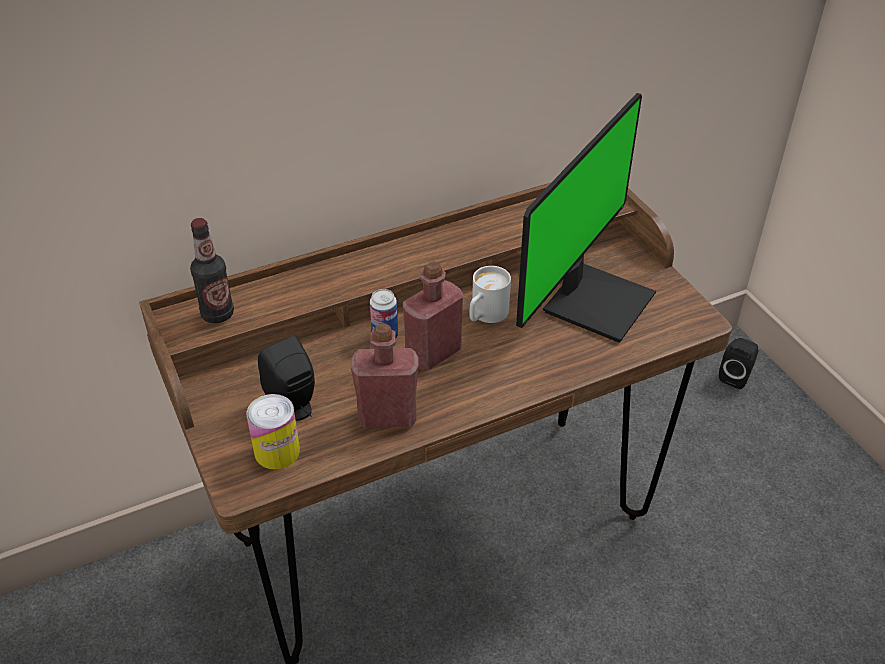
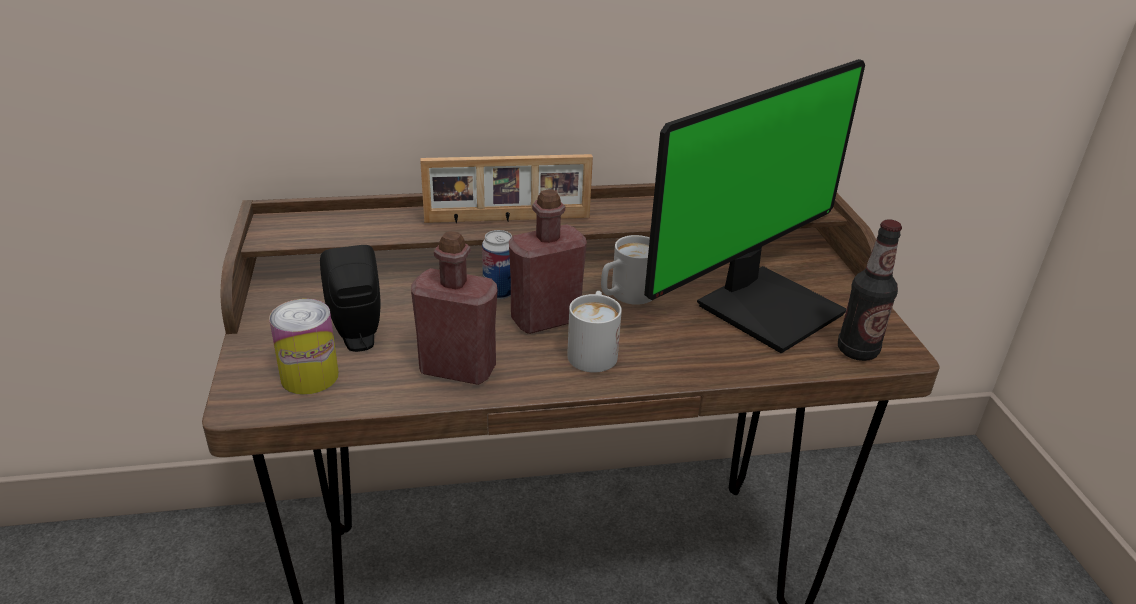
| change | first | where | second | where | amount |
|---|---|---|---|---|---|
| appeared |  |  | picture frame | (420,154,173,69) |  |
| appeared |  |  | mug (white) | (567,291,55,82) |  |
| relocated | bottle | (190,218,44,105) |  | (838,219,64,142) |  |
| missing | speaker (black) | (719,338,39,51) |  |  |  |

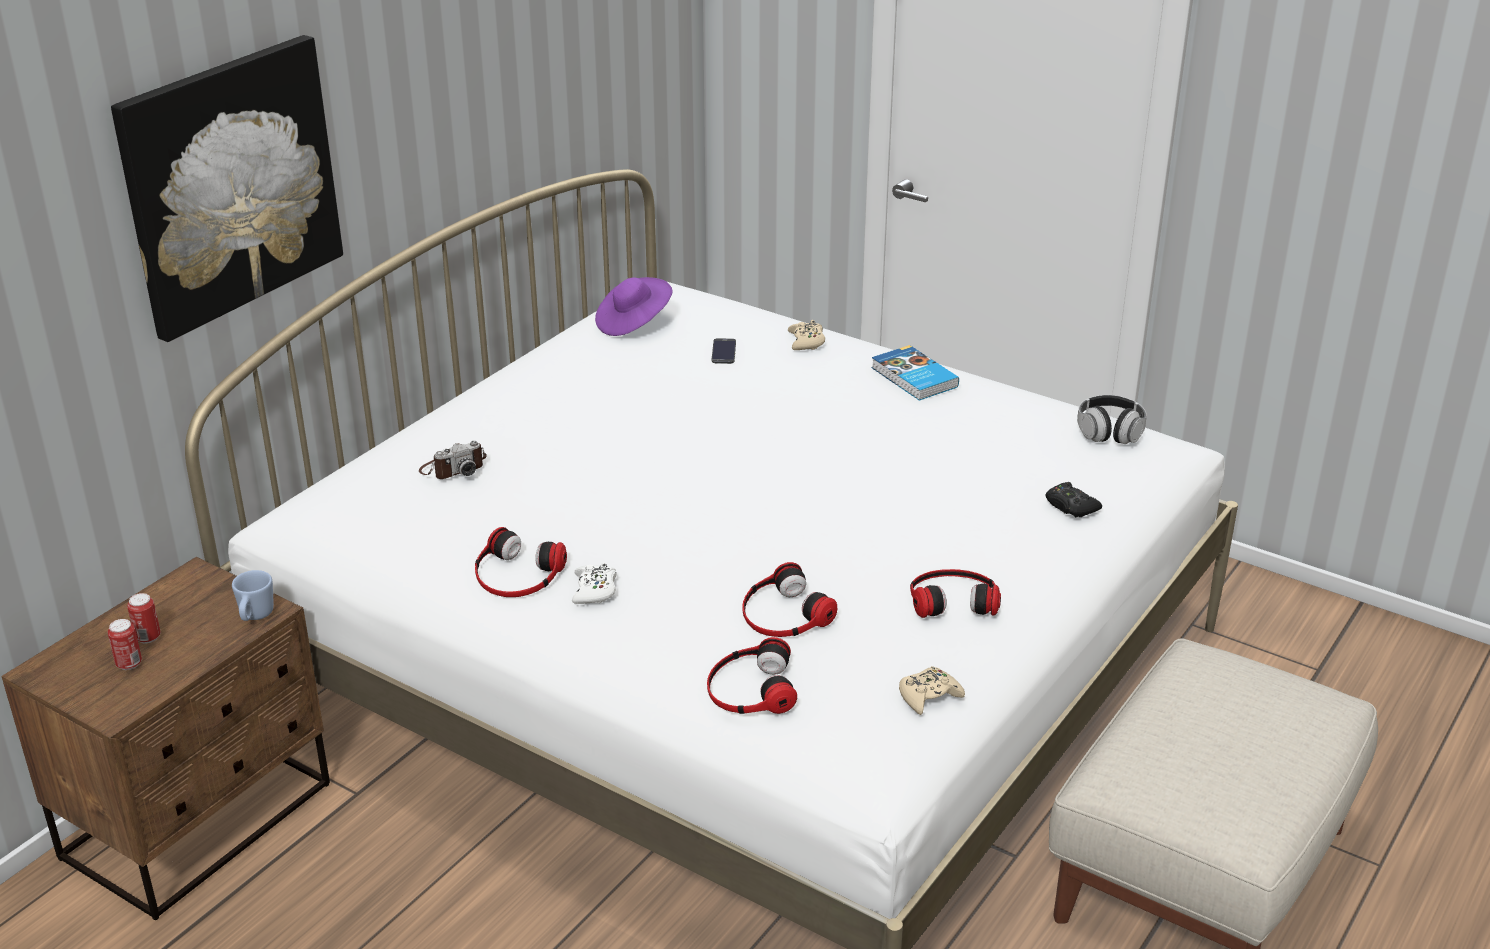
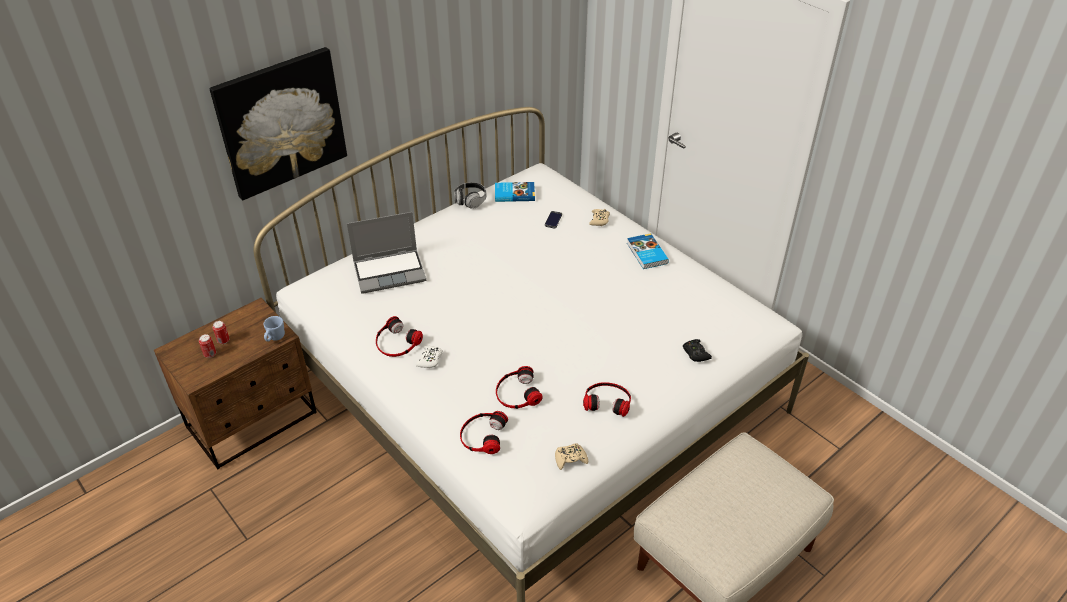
| change | first | where | second | where | amount |
|---|---|---|---|---|---|
| exchanged | photo camera | (419,440,68,39) | laptop | (347,212,79,81) |  |
| relocated | headphones | (1077,395,70,49) |  | (454,182,33,26) |  |
| exchanged | hat (purple) | (595,277,77,59) | book | (495,182,40,20) |  |

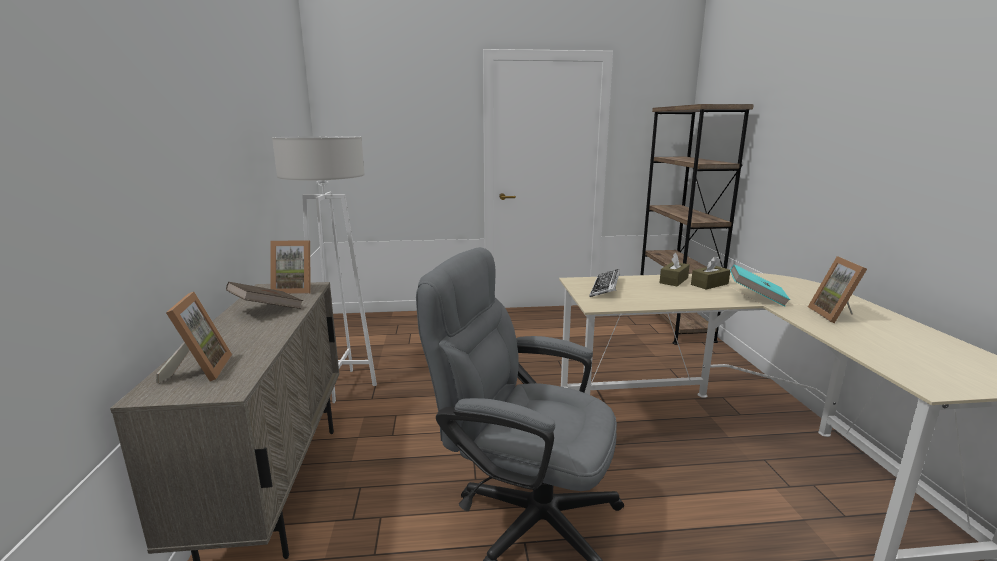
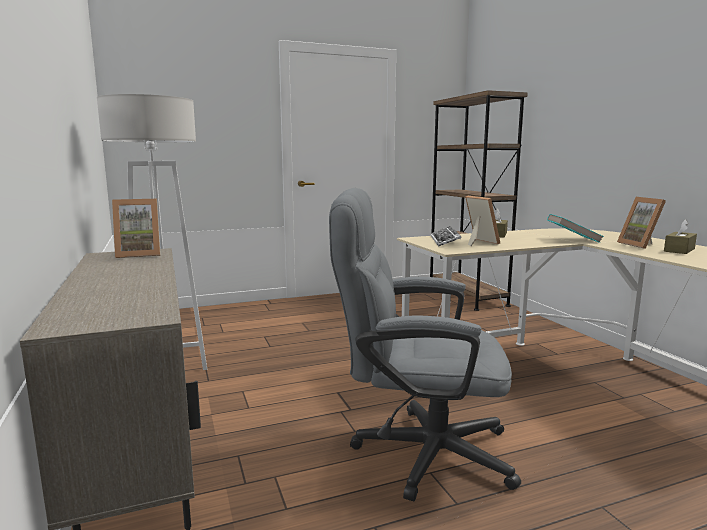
| change | first | where | second | where | amount |
|---|---|---|---|---|---|
| relocated | picture frame | (156,292,76,91) |  | (465,196,35,50) |  |
| relocated | tissue box (brown) | (691,256,39,34) |  | (664,219,33,35) |  |
| missing | book (brown) | (226,282,77,27) |  |  |  |

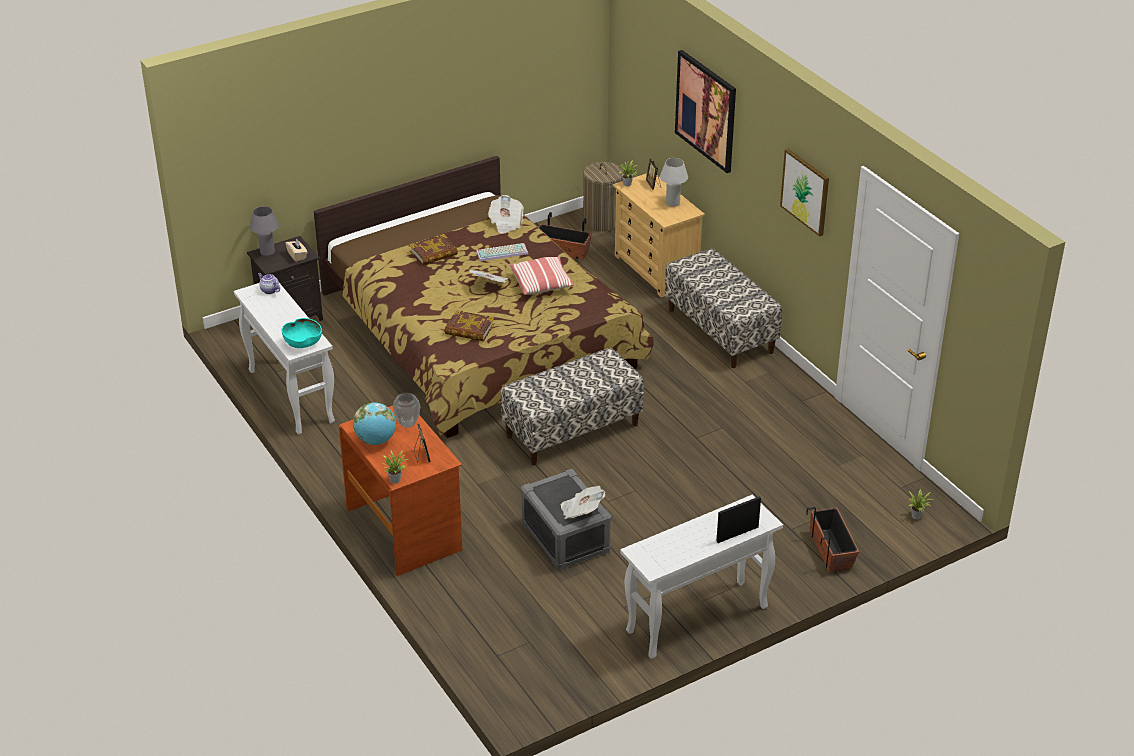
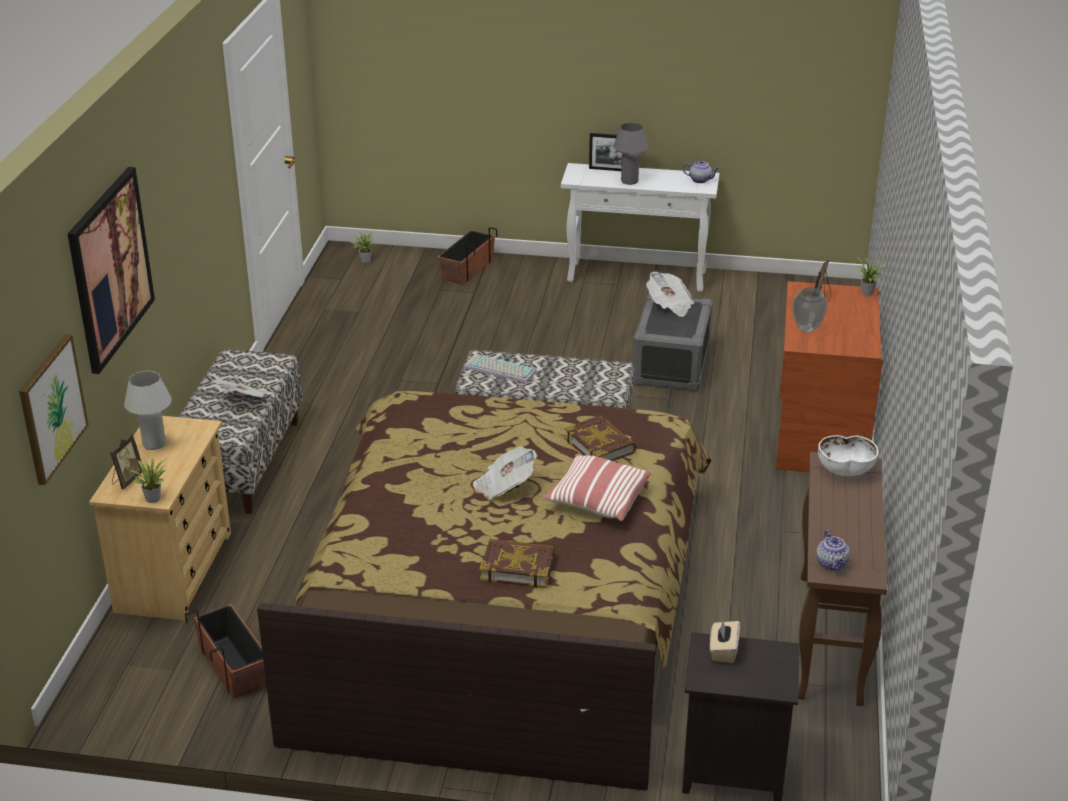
| change | first | where | second | where | amount |
|---|---|---|---|---|---|
| relocated | picture | (780,149,49,88) |  | (19,334,70,151) |  |
| relocated | newspaper | (488,195,36,39) |  | (212,379,59,19) |  |
| relocated | keyboard | (476,243,52,18) |  | (464,354,73,29) |  |
| relocated | pillow | (510,257,64,38) |  | (543,454,108,67) |  |
| relocated | table lamp (grey) | (250,206,29,50) |  | (613,123,36,62) |  |
| appeared |  |  | teapot | (683,160,36,23) |  |
| colour | console table (white) | (234,283,101,152) | console table (brown) | (798,452,89,254) |  |
| colour | bowl (turquoise) | (282,318,40,30) | bowl (white) | (818,435,60,41) |  |
| missing | globe | (353,402,43,43) |  |  |  |
| missing | laundry basket | (583,162,40,69) |  |  |  |

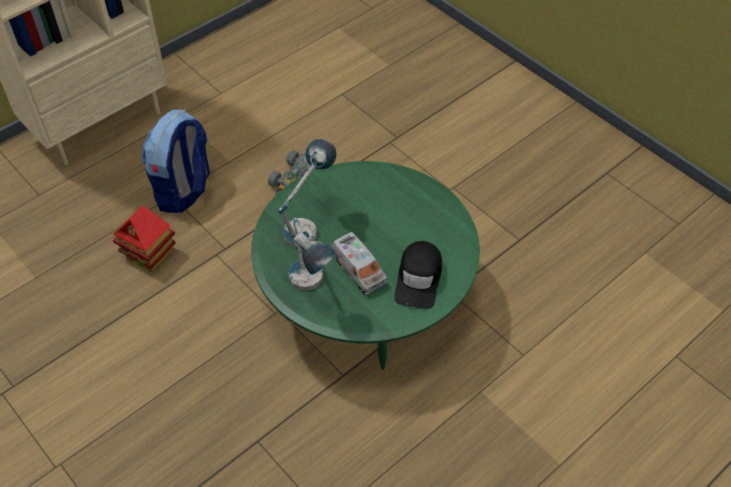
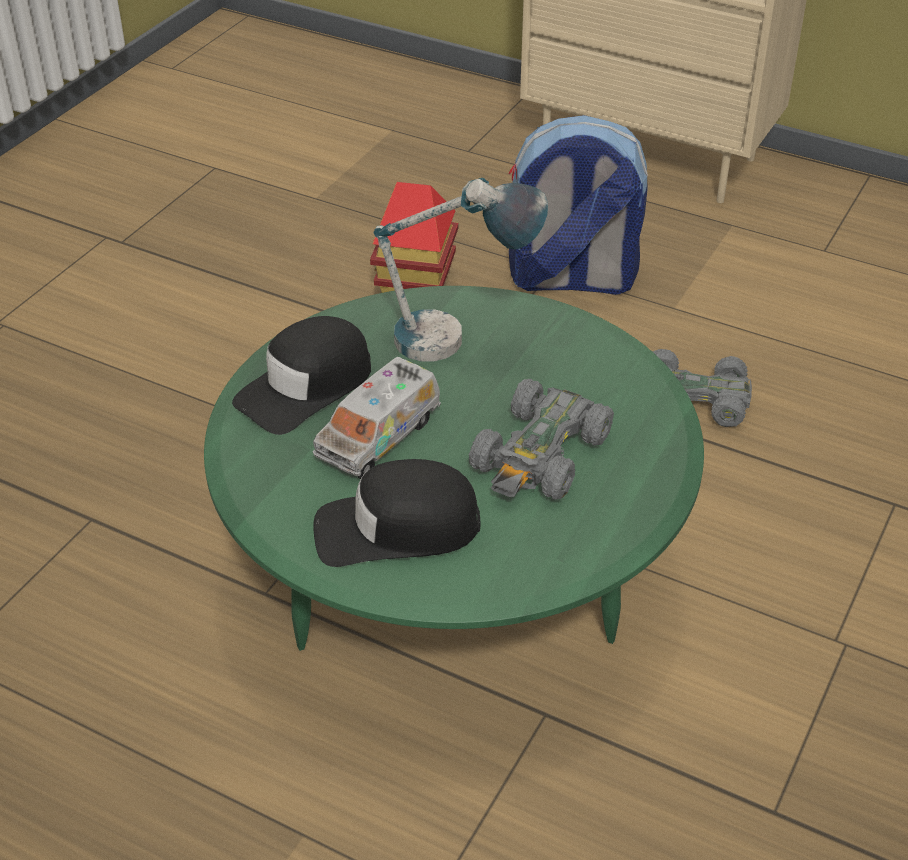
| change | first | where | second | where | amount |
|---|---|---|---|---|---|
| exchanged | table lamp | (288,218,47,73) | cap (black) | (232,316,139,119) |  |
| appeared |  |  | toy car (grey) | (469,379,145,121) |  |

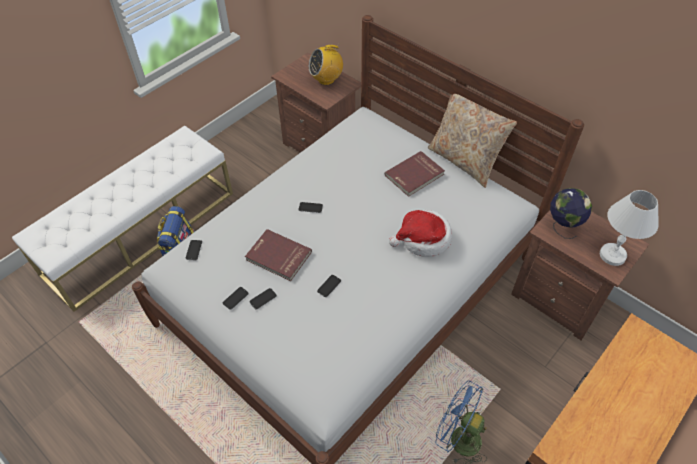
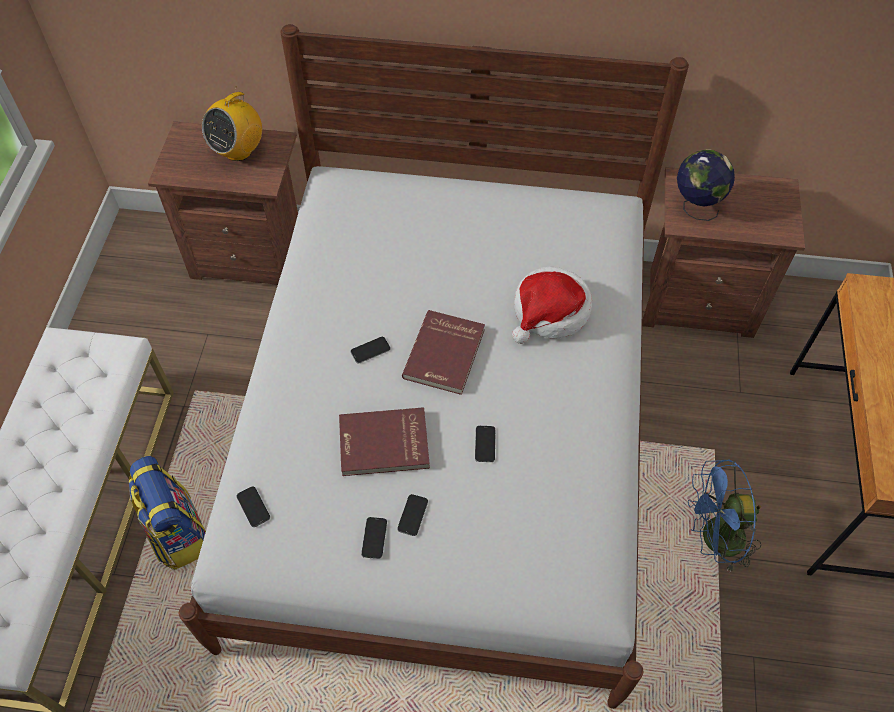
| change | first | where | second | where | amount |
|---|---|---|---|---|---|
| relocated | book (red) | (385,151,60,46) |  | (402,310,83,85) |  |
| missing | pillow (beige) | (428,94,89,94) |  |  |  |
| missing | table lamp (white) | (600,190,59,76) |  |  |  |

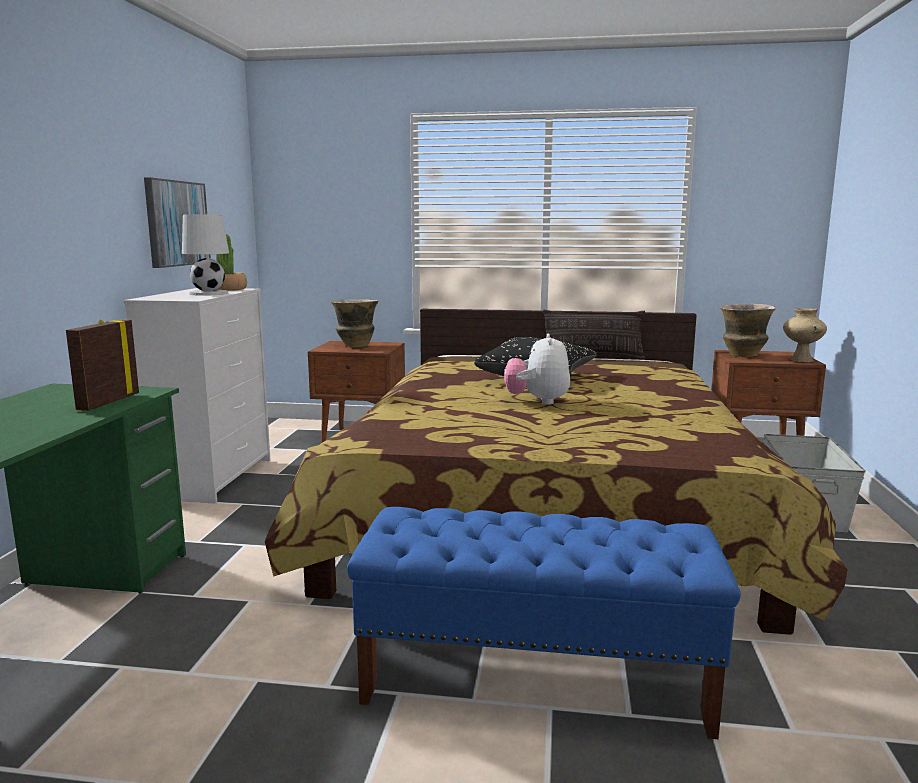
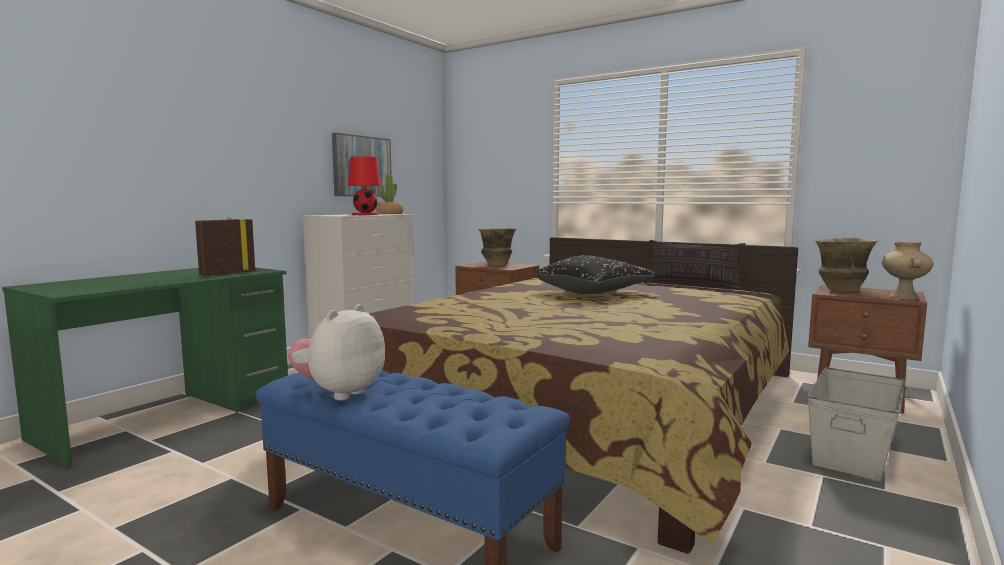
| change | first | where | second | where | amount |
|---|---|---|---|---|---|
| relocated | plush toy | (504,334,66,71) |  | (288,304,97,96) |  |
| colour | table lamp (white) | (182,214,47,82) | table lamp (red) | (348,156,33,59) |  |

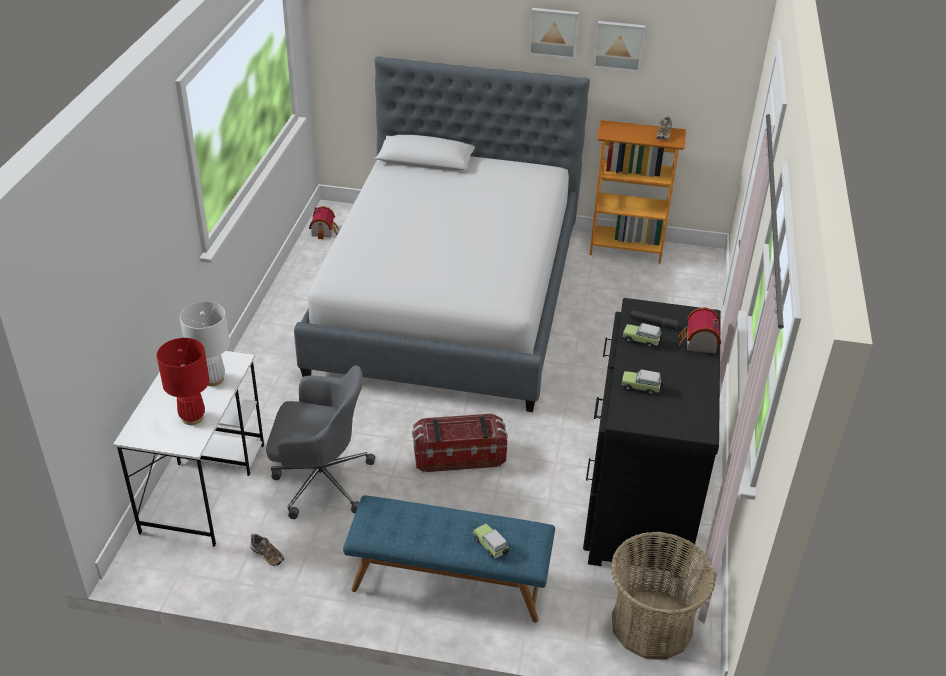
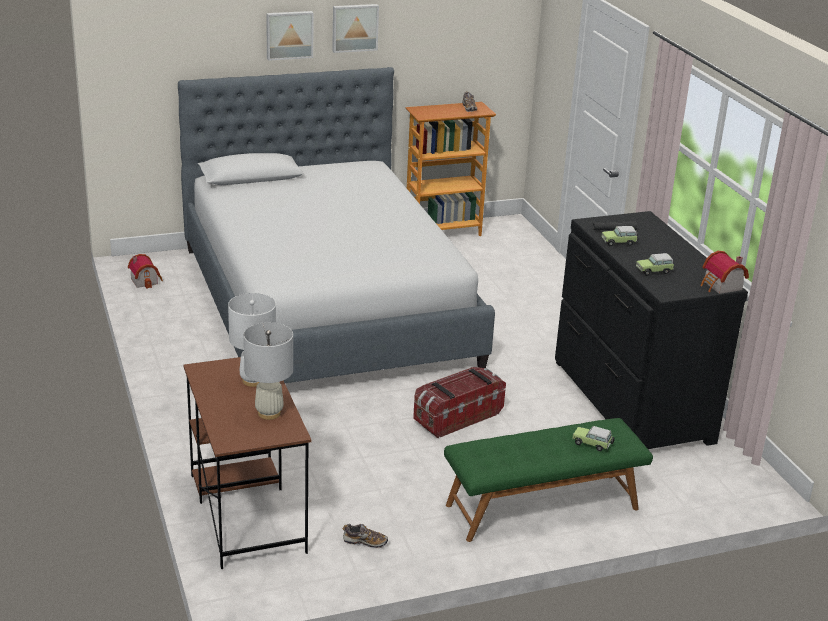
| change | first | where | second | where | amount |
|---|---|---|---|---|---|
| colour | desk (white) | (113,351,151,196) | desk (brown) | (183,357,129,212) |  |
| colour | table lamp (red) | (157,338,53,87) | table lamp (white) | (244,322,49,98) |  |
| relocated | picture | (593,21,53,51) |  | (266,11,48,50) |  |
| colour | bench (blue) | (343,495,212,128) | bench (green) | (444,418,209,124) |  |
| relocated | toy house | (679,307,42,47) |  | (701,251,48,43) |  |
| missing | office chair (grey) | (266,365,109,154) |  |  |  |
| missing | basket | (611,531,105,129) |  |  |  |

